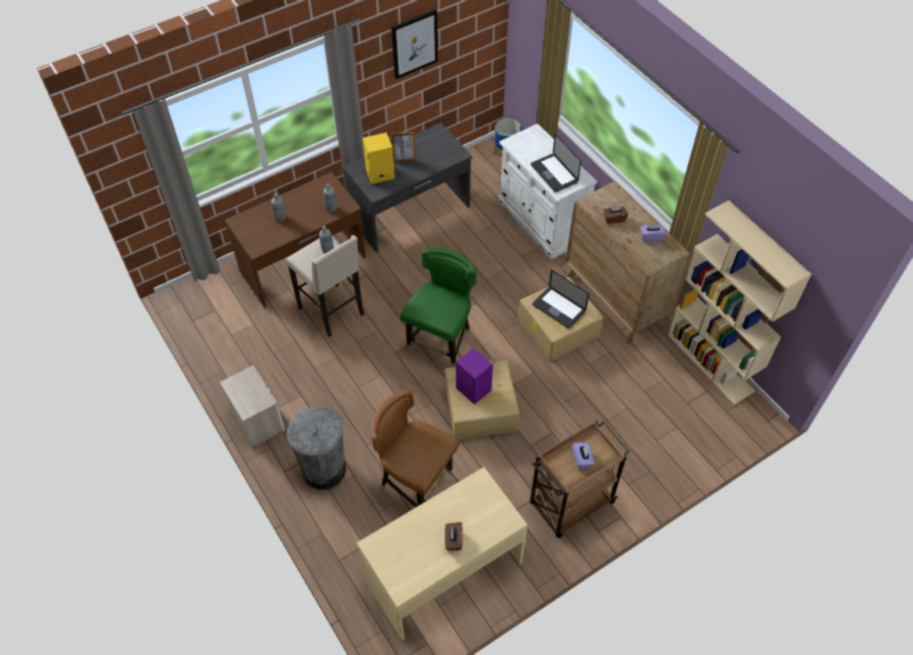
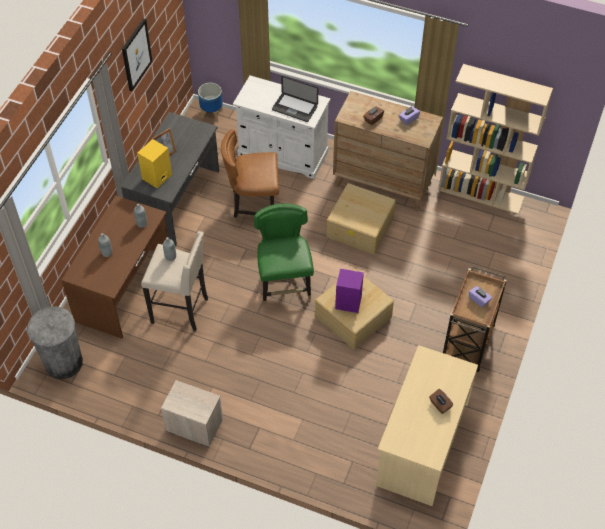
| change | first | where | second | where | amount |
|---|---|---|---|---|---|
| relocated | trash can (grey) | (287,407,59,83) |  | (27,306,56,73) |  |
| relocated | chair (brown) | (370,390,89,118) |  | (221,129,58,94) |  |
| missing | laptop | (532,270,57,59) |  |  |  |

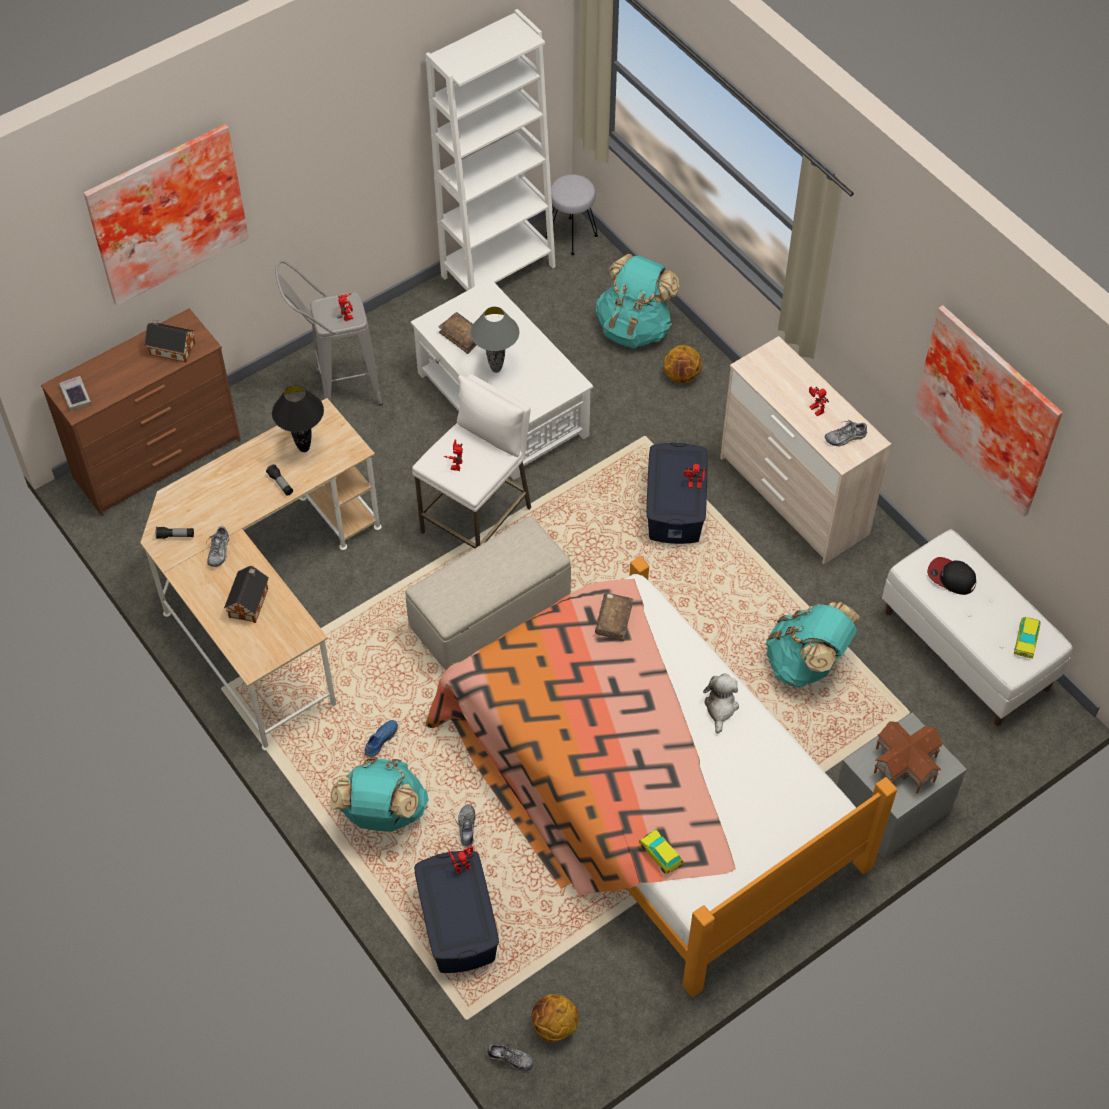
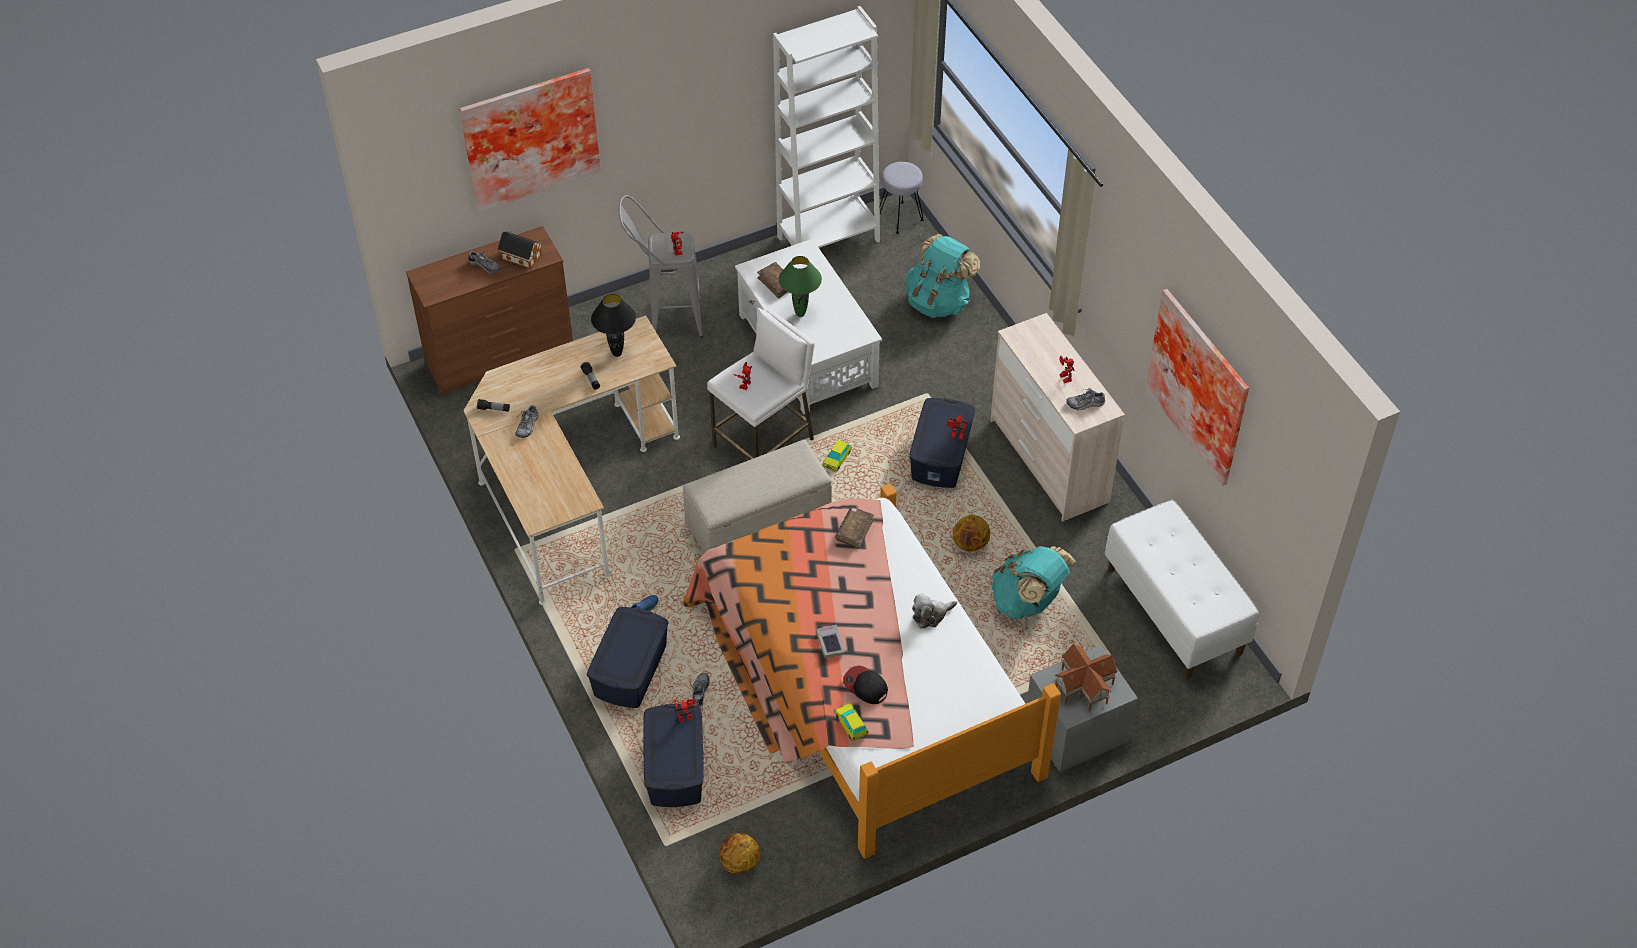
| change | first | where | second | where | amount |
|---|---|---|---|---|---|
| relocated | shoe | (487,1042,47,29) |  | (468,251,33,22) |  |
| exchanged | backpack (turquoise) | (330,757,99,75) | storage box (blue) | (587,607,81,101) |  |
| colour | table lamp (grey) | (470,307,49,66) | table lamp (green) | (779,256,43,61) |  |
| relocated | book | (59,376,32,34) |  | (816,625,29,33) |  |
| relocated | toy car | (1014,617,27,42) |  | (822,440,30,32) |  |
| relocated | cap | (927,557,49,38) |  | (843,665,45,39) |  |
| spun | plush toy | (703,673,36,61) |  | (912,593,45,35) | 135 degrees counterclockwise |
| relocated | basketball | (663,345,39,38) |  | (953,515,37,37) |  |
| missing | toy house | (224,566,45,57) |  |  |  |

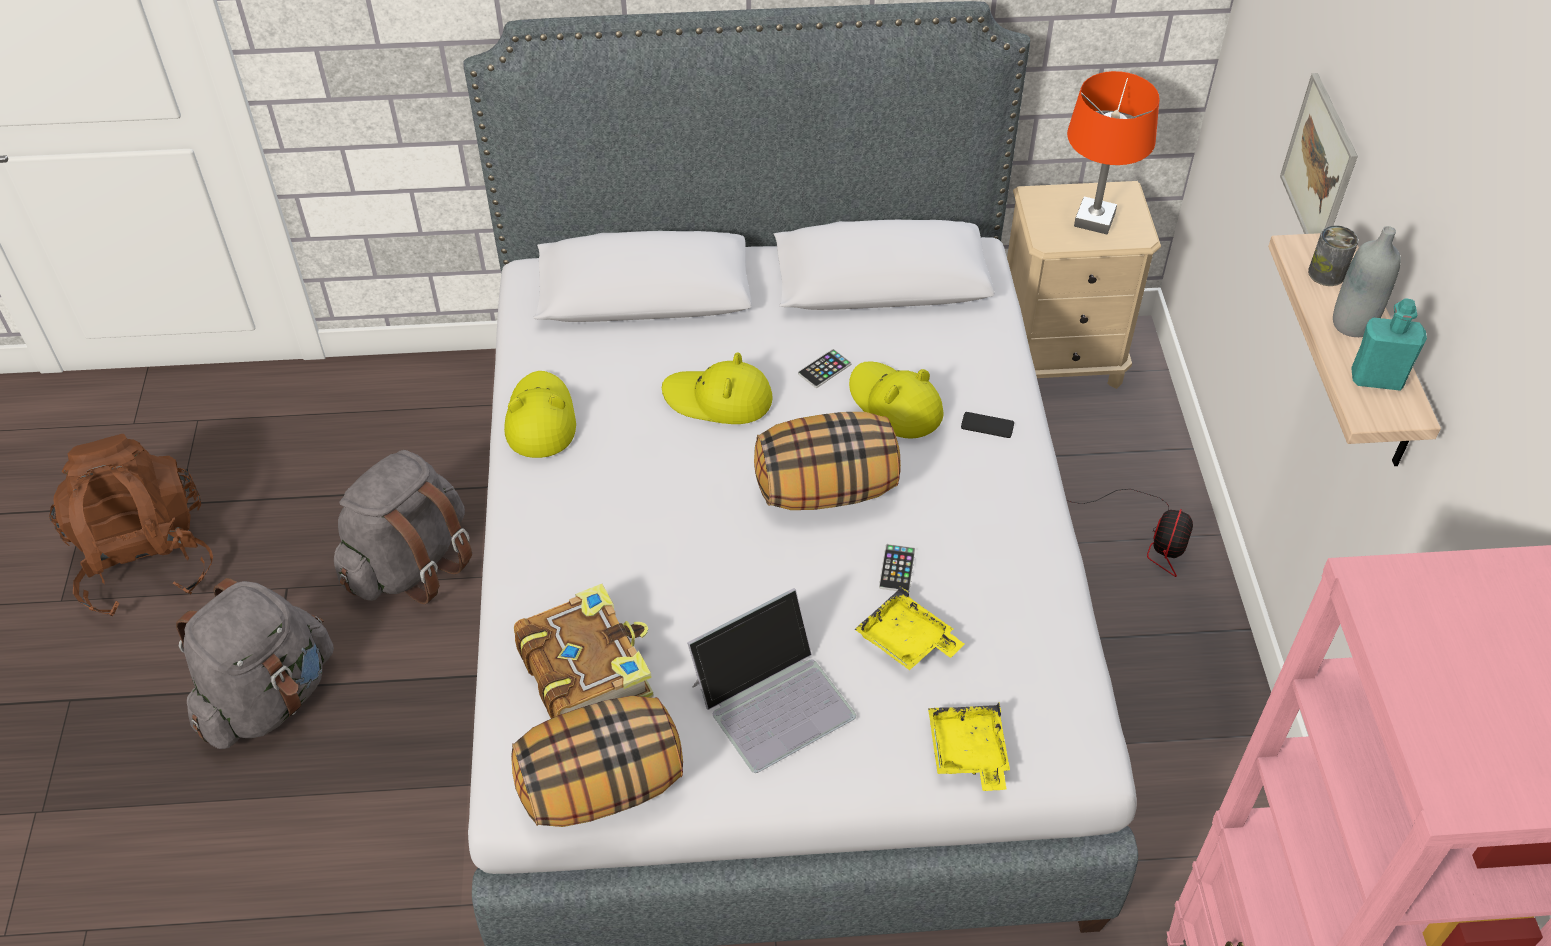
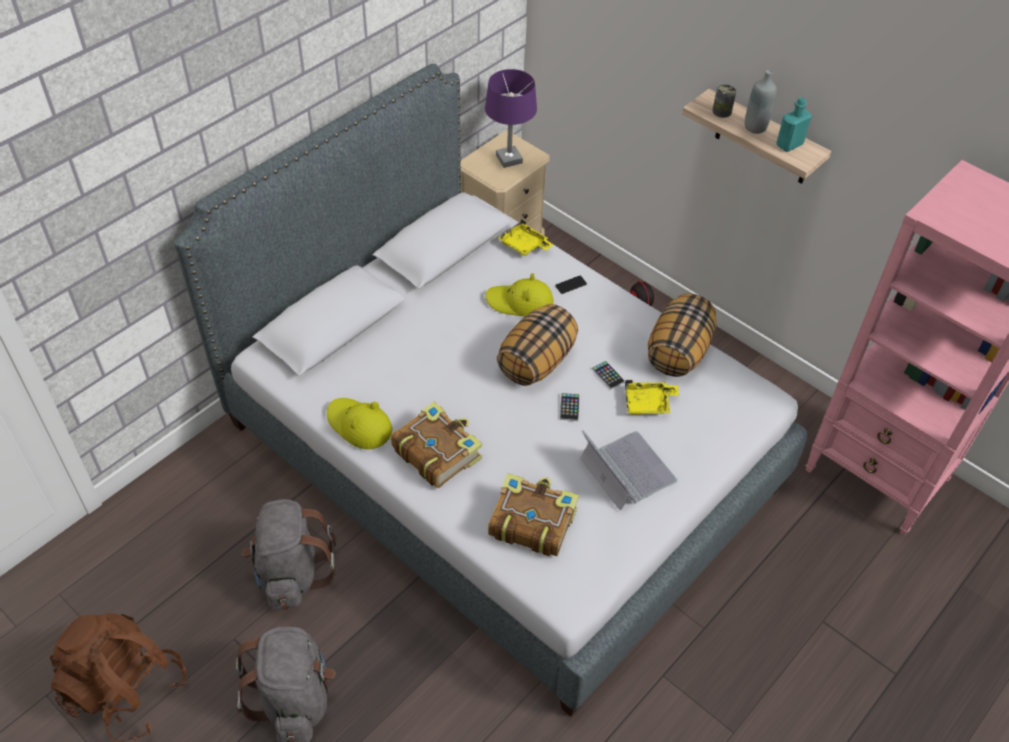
| change | first | where | second | where | amount |
|---|---|---|---|---|---|
| appeared |  |  | book | (391,402,91,86) |  |
| colour | table lamp (orange) | (1067,71,93,163) | table lamp (purple) | (485,69,52,99) |  |
| relocated | tray (yellow) | (928,703,82,88) |  | (498,219,55,37) |  |
| relocated | phone | (798,349,53,39) |  | (560,393,20,28) |  |
| spun | laptop | (687,588,169,185) |  | (580,430,97,81) | 45 degrees counterclockwise |
| relocated | pillow | (511,696,172,131) |  | (648,293,69,84) |  |
| missing | hat (yellow) | (662,352,111,72) |  |  |  |
| missing | picture | (1280,73,78,161) |  |  |  |

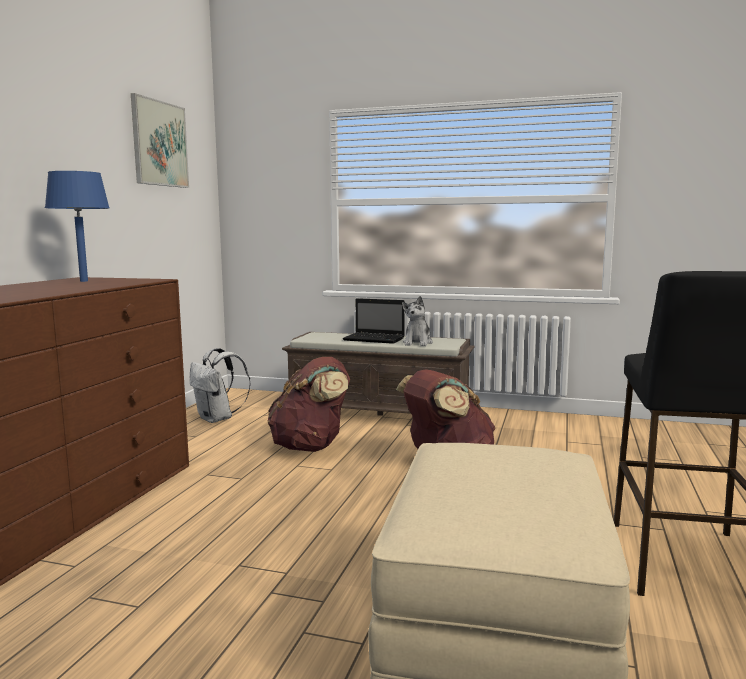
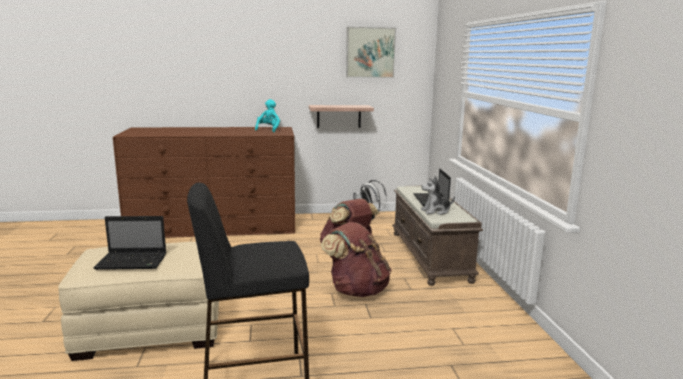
| change | first | where | second | where | amount |
|---|---|---|---|---|---|
| appeared |  |  | laptop | (94,216,72,54) |  |
| exchanged | table lamp (blue) | (45,171,65,111) | plush toy (turquoise) | (255,99,25,33) |  |
| appeared |  |  | shelf | (309,105,65,23) |  |

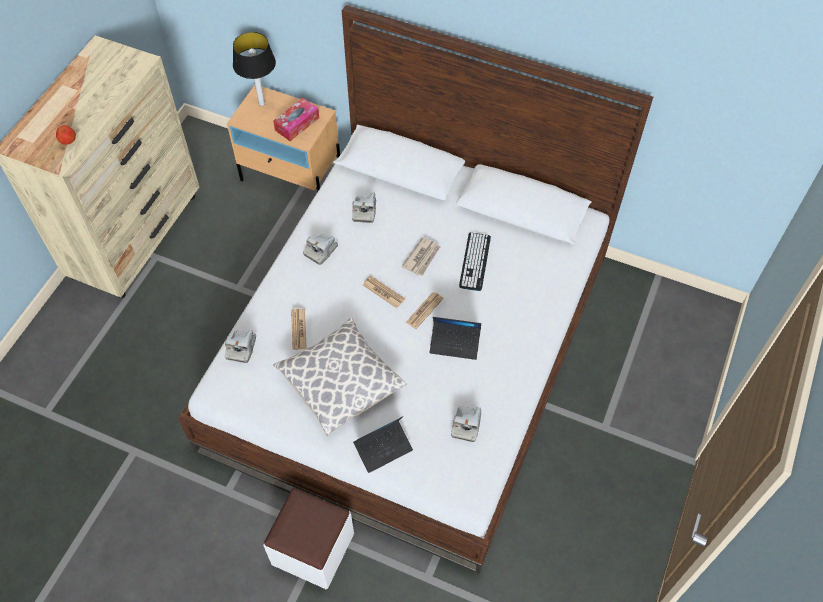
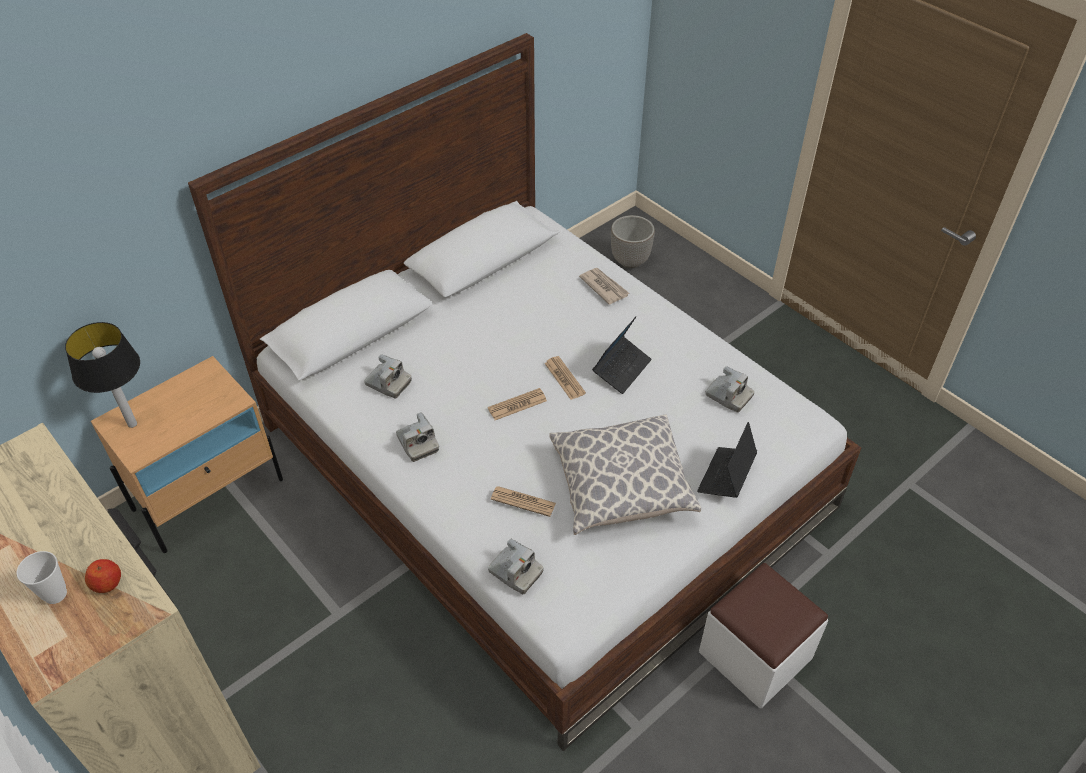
| change | first | where | second | where | amount |
|---|---|---|---|---|---|
| appeared |  |  | cup | (16,551,51,53) |  |
| relocated | newspaper | (401,237,40,39) |  | (579,268,50,37) |  |
| appeared |  |  | planter | (611,215,44,53) |  |
| spun | laptop | (353,417,60,56) |  | (697,422,60,76) | 150 degrees counterclockwise |
| missing | tissue box | (273,98,46,43) |  |  |  |
| missing | keyboard | (459,232,32,59) |  |  |  |

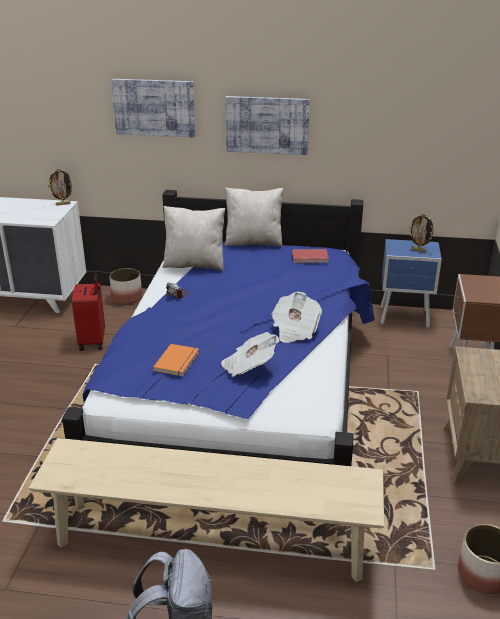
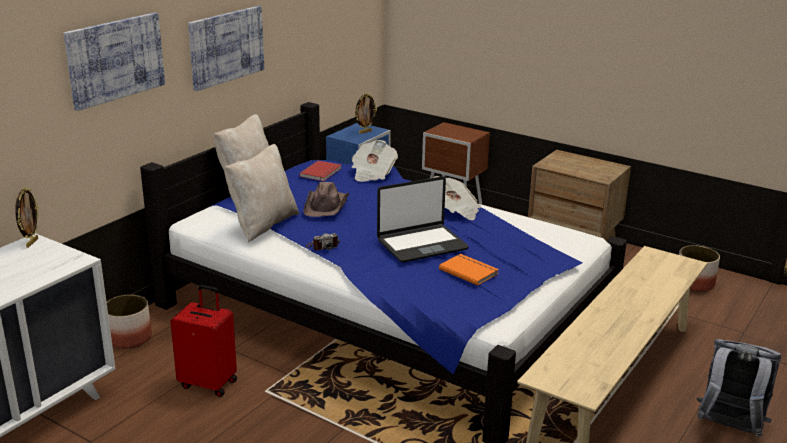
| change | first | where | second | where | amount |
|---|---|---|---|---|---|
| appeared |  |  | hat (brown) | (303,182,47,35) |  |
| relocated | newspaper | (221,332,58,45) |  | (351,140,47,42) |  |
| appeared |  |  | laptop | (377,176,92,86) |  |

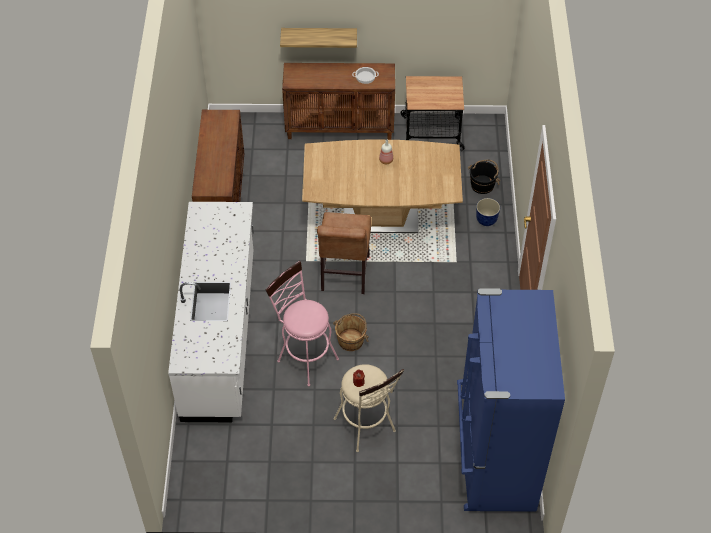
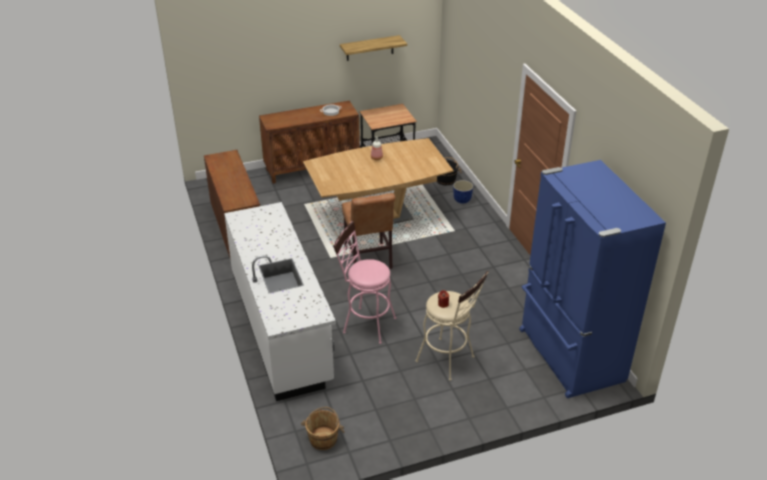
| change | first | where | second | where | amount |
|---|---|---|---|---|---|
| relocated | bucket (brown) | (333,313,36,38) |  | (301,407,43,43) |  |
| relocated | shelf | (280,28,77,20) |  | (340,35,67,26) |  |

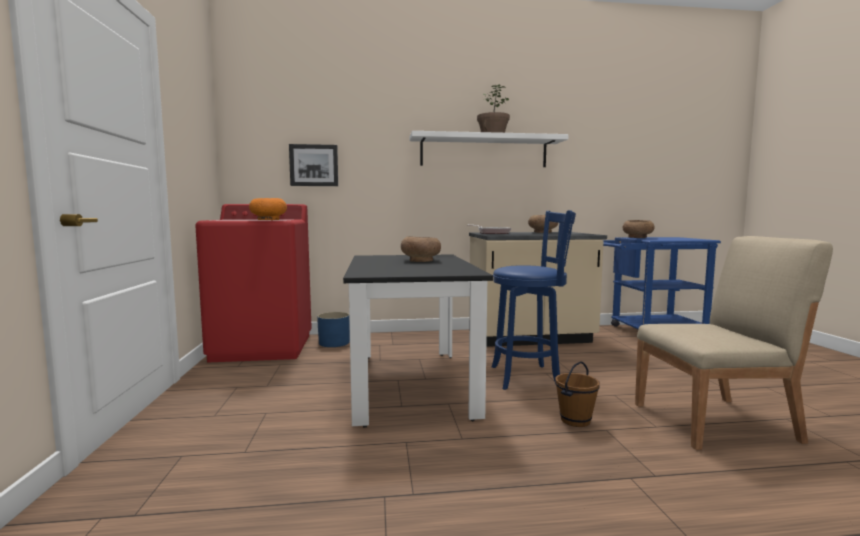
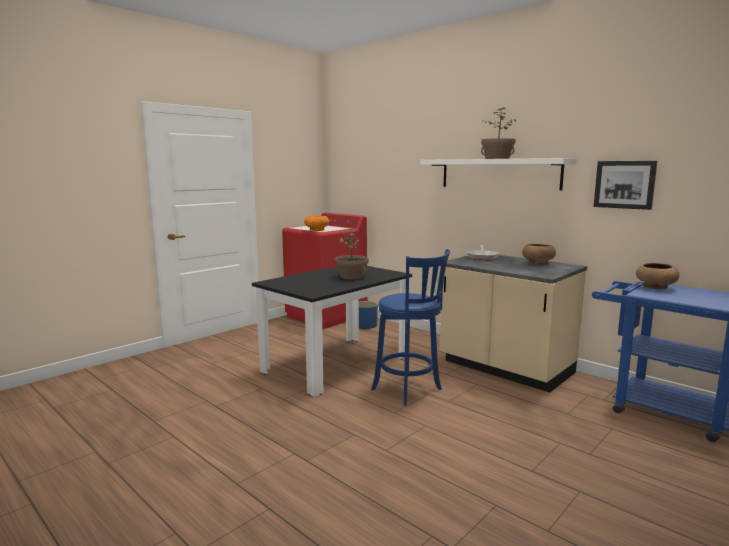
| change | first | where | second | where | amount |
|---|---|---|---|---|---|
| exchanged | bowl (brown) | (401,237,40,25) | potted plant | (335,230,34,50) |  |
| relocated | picture | (289,144,49,42) |  | (593,161,64,49) |  |
| missing | bucket (brown) | (555,361,45,66) |  |  |  |
| missing | chair (beige) | (635,236,198,214) |  |  |  |

